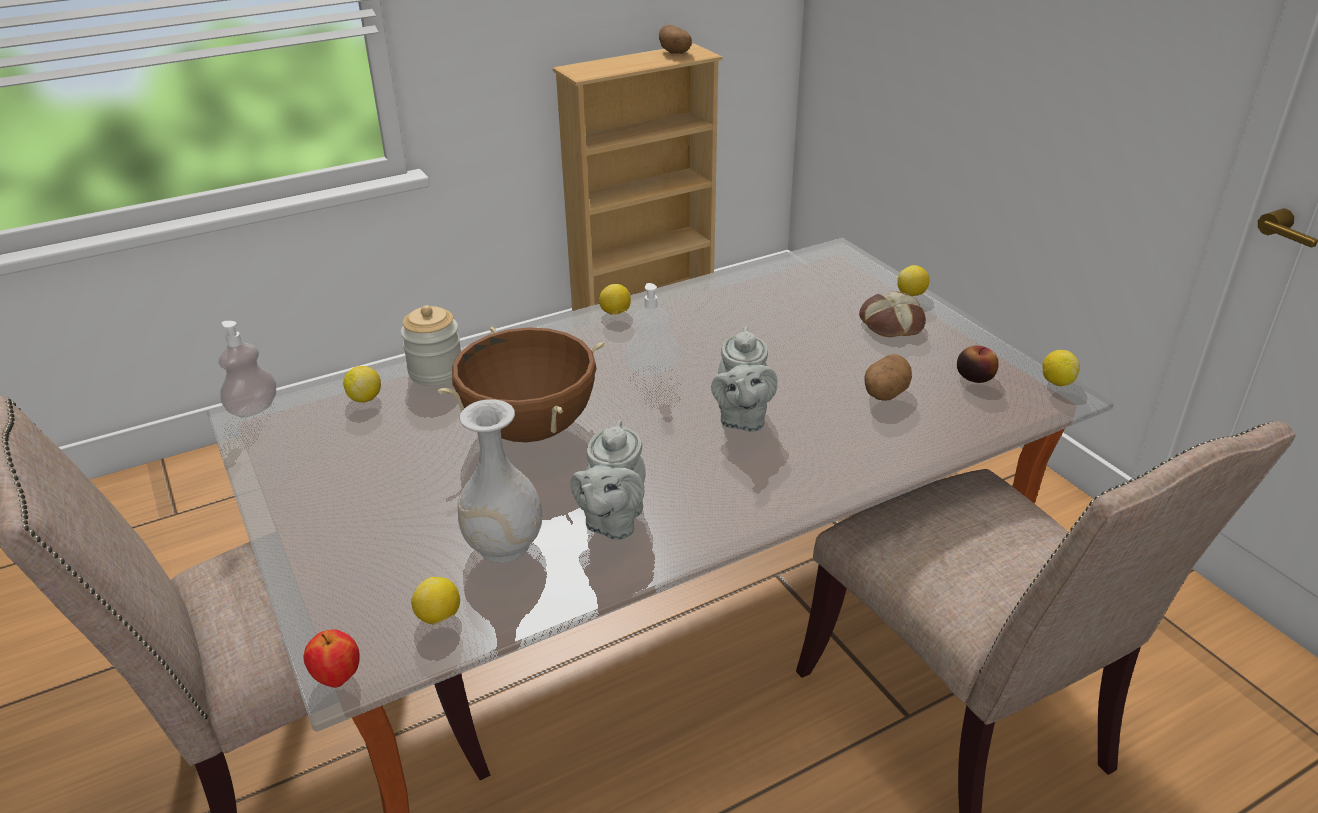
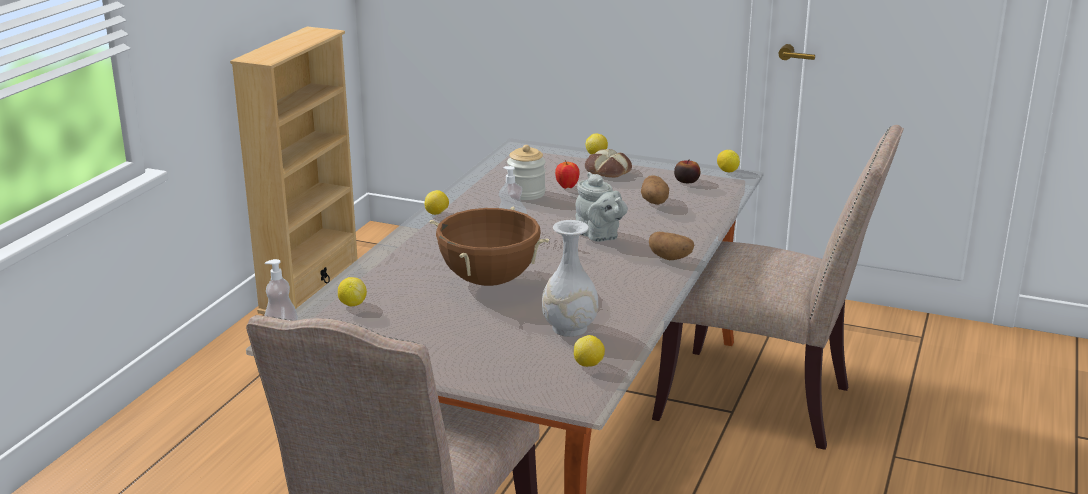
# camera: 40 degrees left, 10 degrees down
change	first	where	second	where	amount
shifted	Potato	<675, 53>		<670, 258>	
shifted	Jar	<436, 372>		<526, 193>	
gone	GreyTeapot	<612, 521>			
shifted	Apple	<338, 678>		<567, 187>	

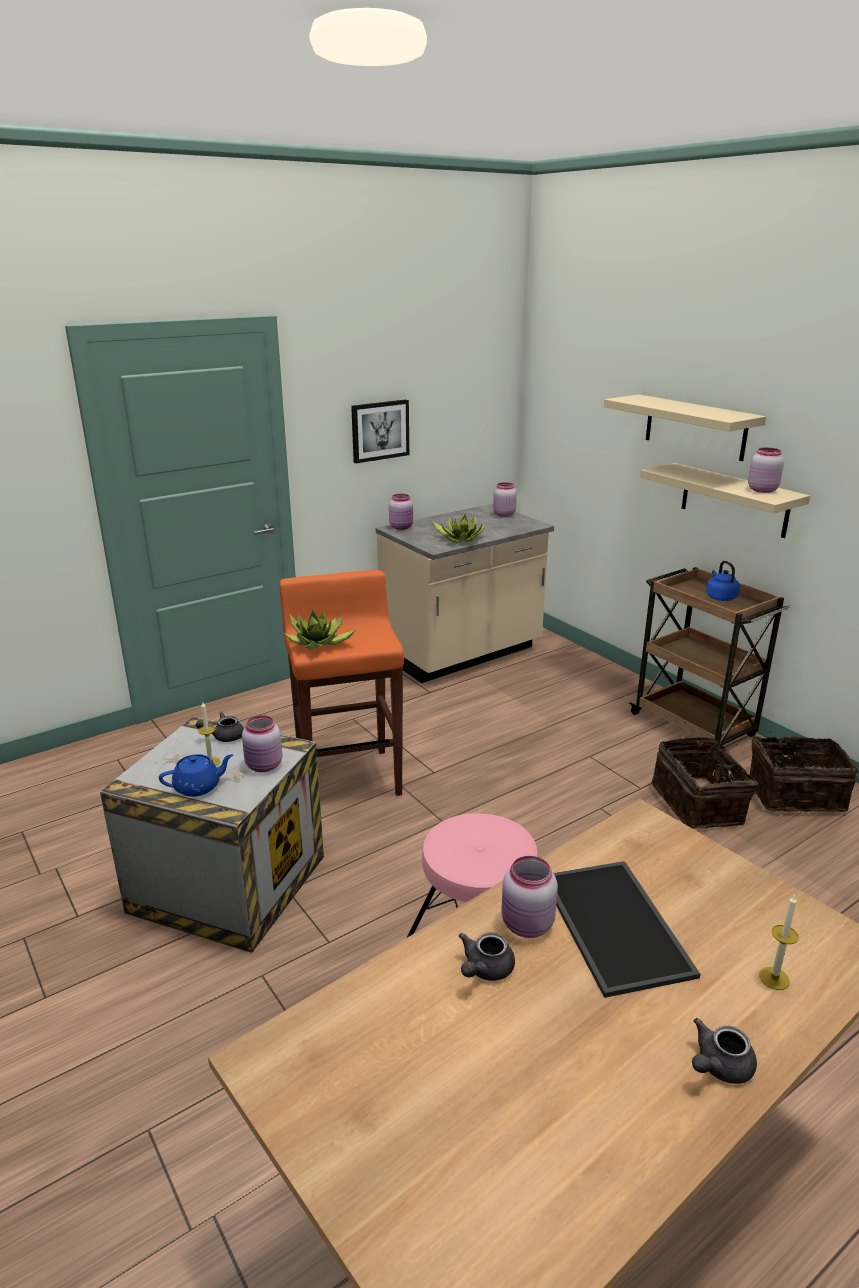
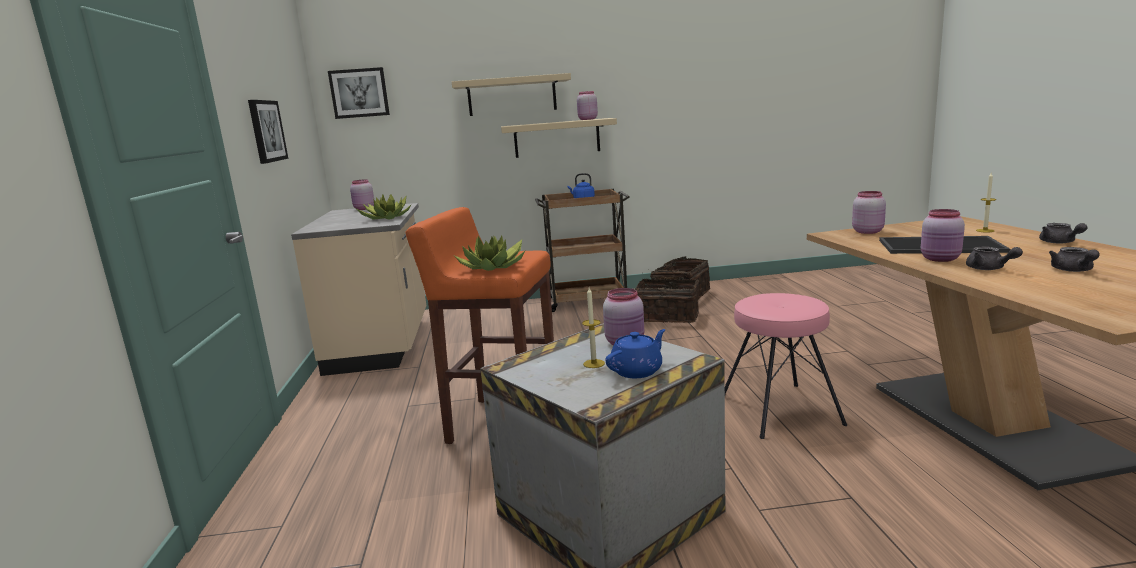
# camera: 60 degrees left, 10 degrees down
change	first	where	second	where	amount
shifted	PinkJar	<402, 527>		<867, 231>	
shifted	GreyTeapot	<223, 736>		<1073, 270>	
rotated	BlueTeapot	<198, 787>		<637, 371>	45 degrees clockwise
new			Picture	<359, 93>	

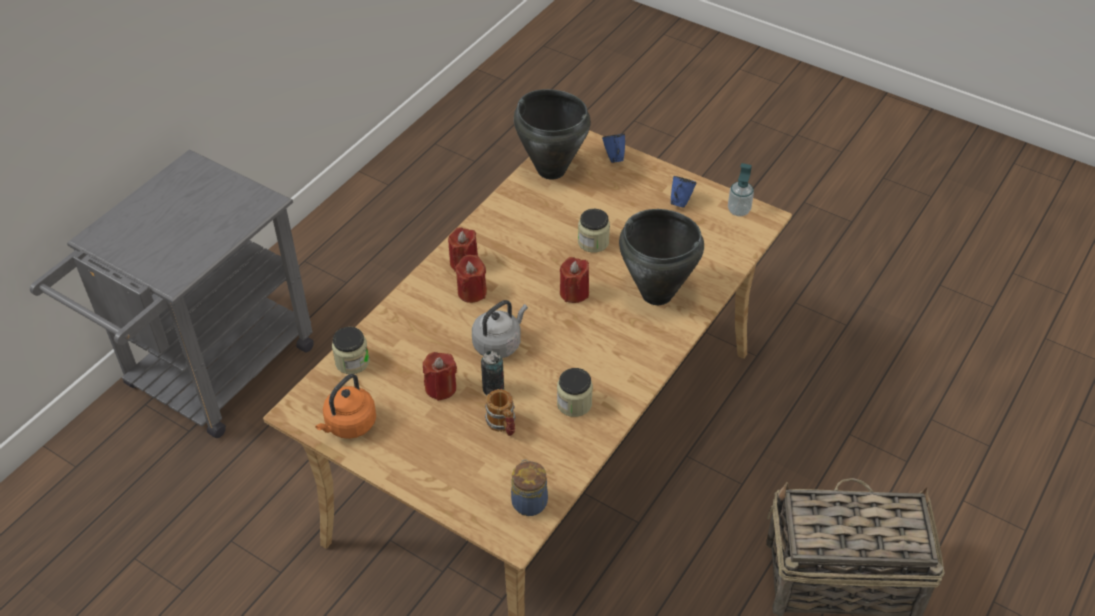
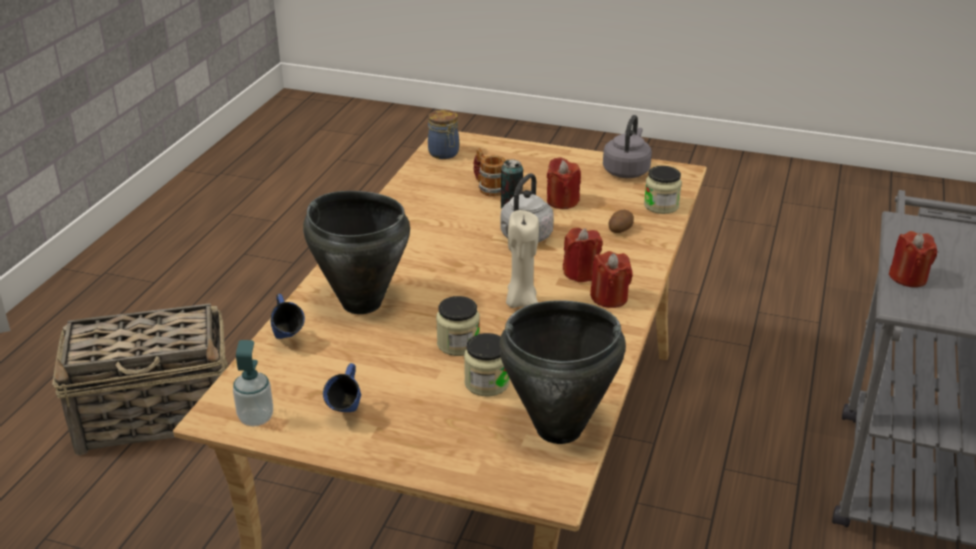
# camera: 165 degrees right, 15 degrees down
change	first	where	second	where	amount
shifted	BlueMug	<614, 158>		<287, 341>	
shifted	RedCandle	<574, 292>		<908, 278>	
shifted	Jar	<574, 403>		<487, 383>	
repainted	OrangeKettle	<349, 425>	GreyKettle	<627, 170>	
new			BeigeCandle	<521, 301>	
new			Potato	<620, 229>	

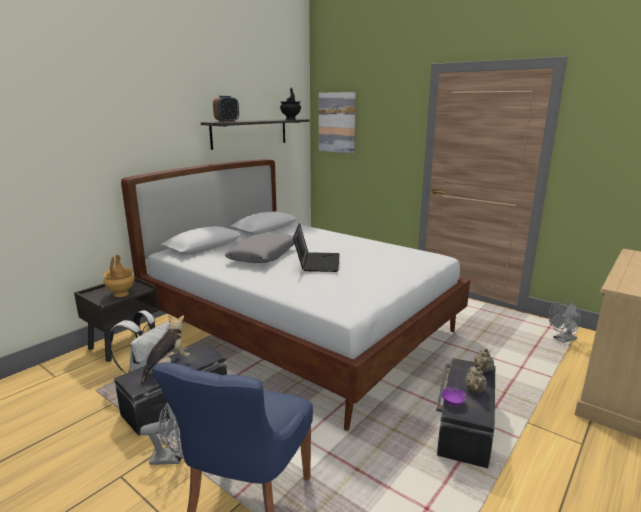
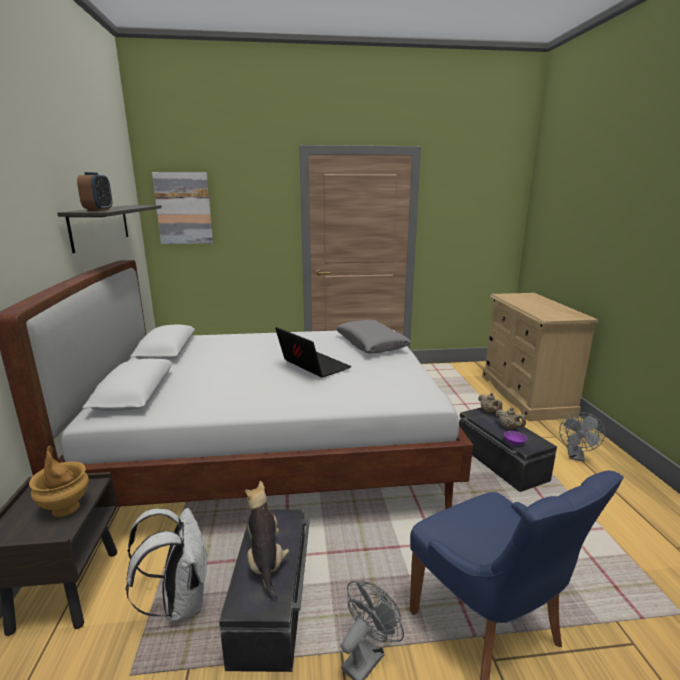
# camera: 45 degrees left, 0 degrees up
change	first	where	second	where	amount
gone	BlackVase	<290, 119>			
shifted	GreyPillow	<264, 256>		<371, 344>	
shifted	GreyFan	<562, 340>		<576, 457>	

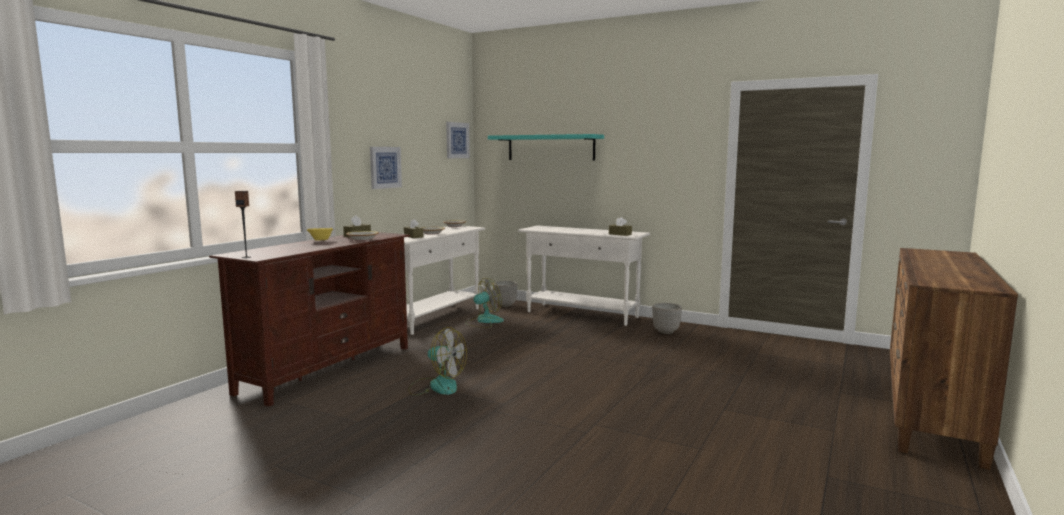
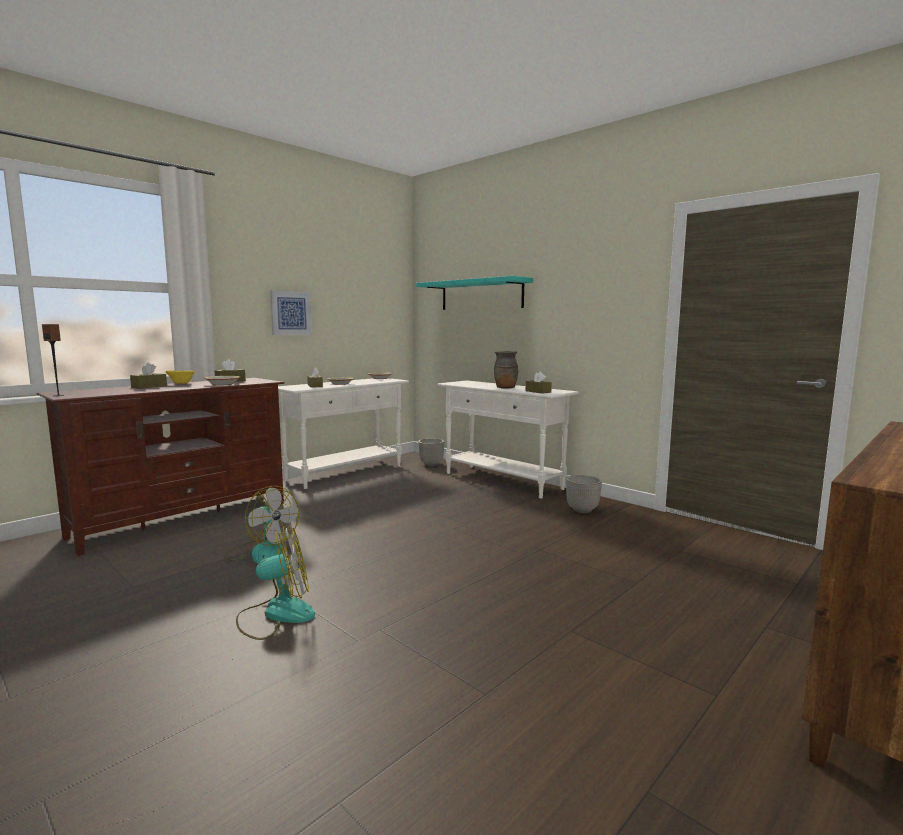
# camera: 15 degrees right, 0 degrees up
change	first	where	second	where	amount
gone	Picture	<457, 140>			
shifted	Fan	<484, 321>		<276, 614>	
new			BrownVase	<505, 388>	
new			BrownTissueBox	<149, 386>	

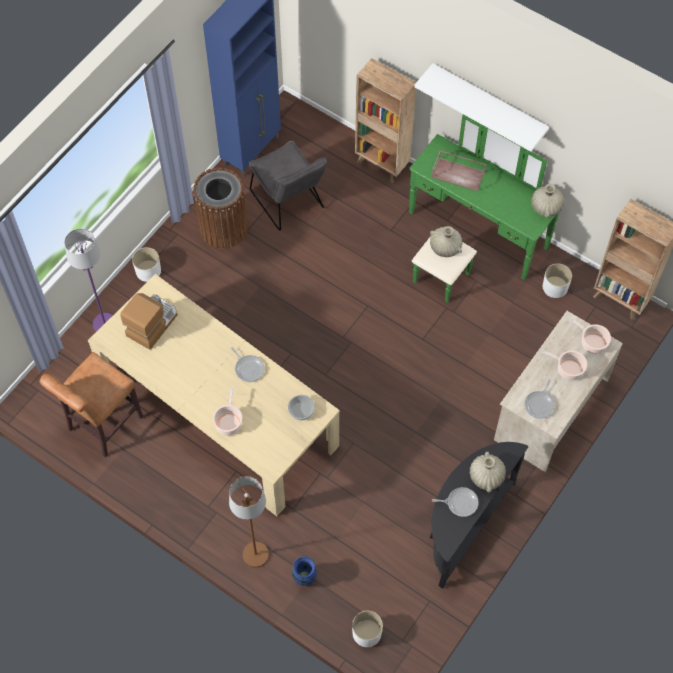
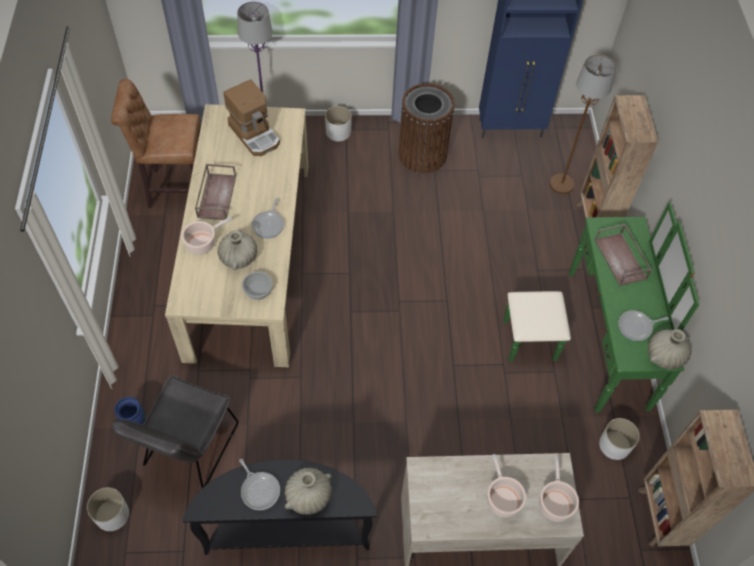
# camera: 50 degrees right, 5 degrees down
change	first	where	second	where	amount
gone	WhiteShelf	<489, 102>			
shifted	GreyChair	<289, 203>		<188, 450>	
shifted	BeigeVase	<445, 247>		<239, 258>	
rotated	CoffeeMachine	<151, 324>		<255, 134>	60 degrees clockwise
shifted	FryingPan	<539, 404>		<636, 327>	
shifted	BrownFloorLamp	<255, 555>		<561, 184>	
new			BrownTray	<216, 196>	

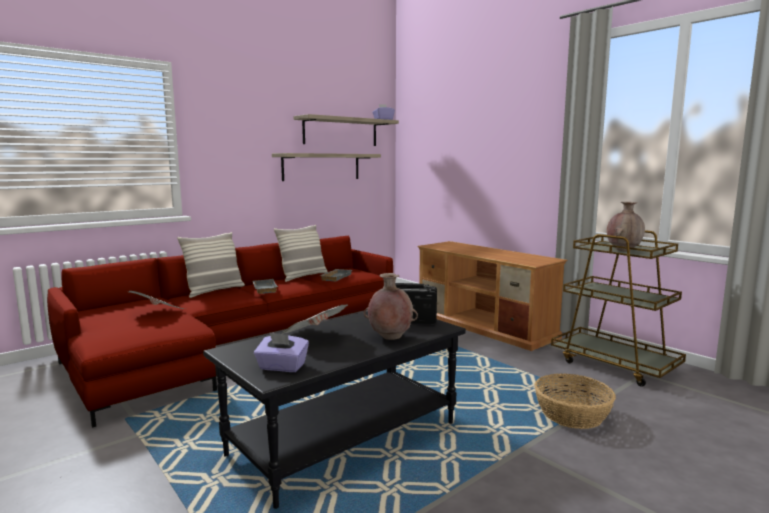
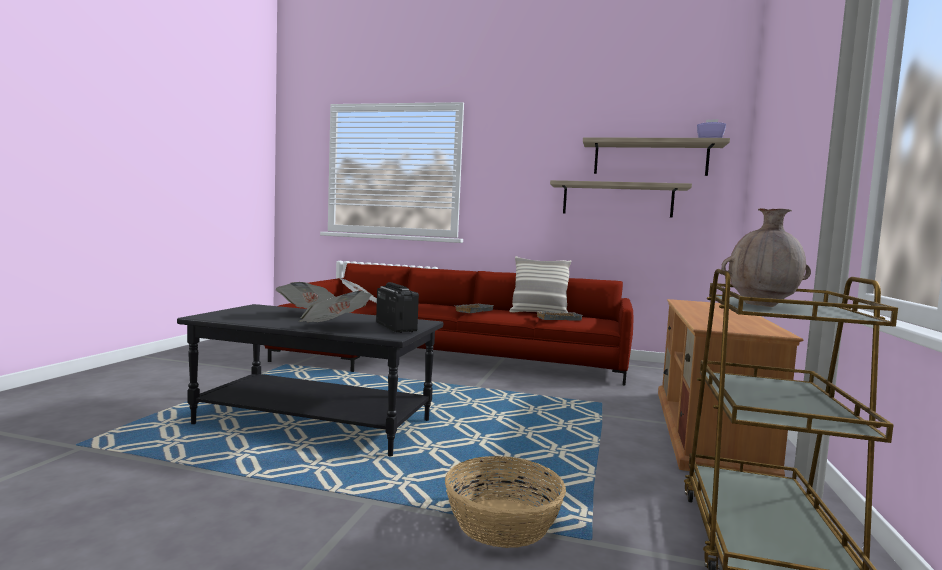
# camera: 55 degrees right, 5 degrees down
change	first	where	second	where	amount
gone	Pillow	<214, 291>			
swapped	BrownVase	<390, 337>	Newspaper	<334, 327>	
gone	PurpleTissueBox	<282, 367>			

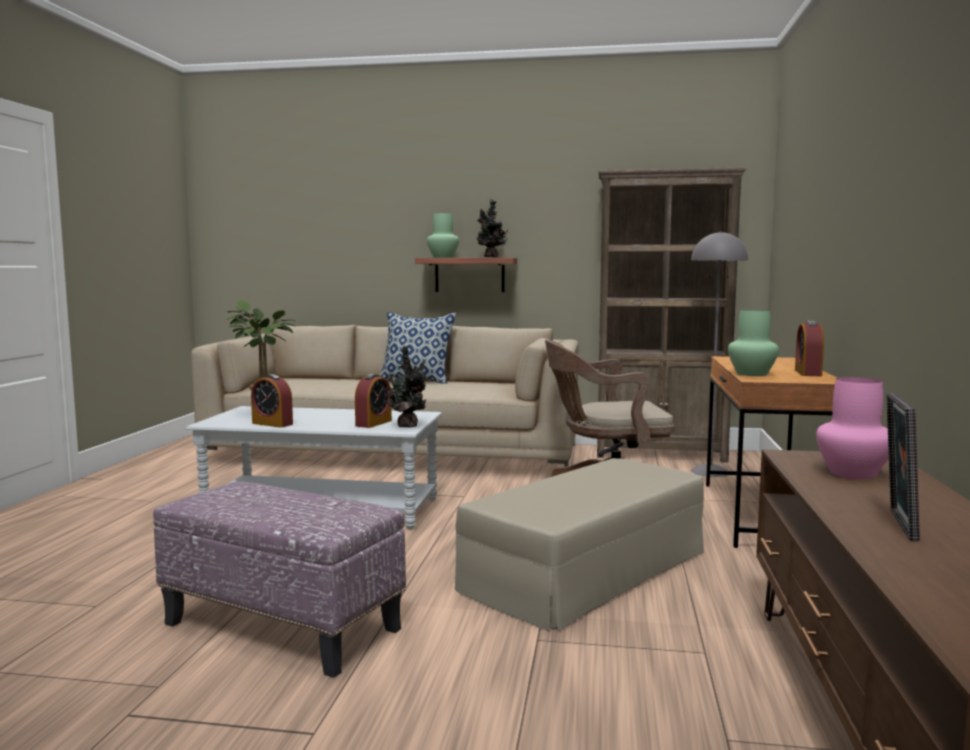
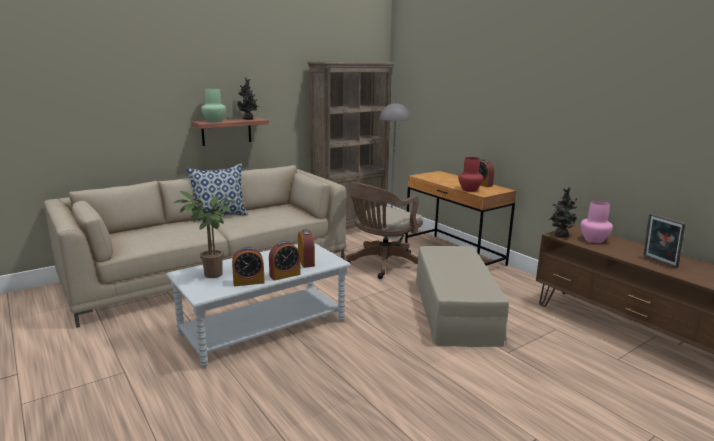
# camera: 45 degrees left, 10 degrees up
change	first	where	second	where	amount
repainted	GreenVase	<751, 374>	RedVase	<469, 190>	
shifted	PottedPlant	<408, 426>		<559, 235>	
gone	Ottoman	<280, 627>			
new			AlarmClock	<285, 275>	

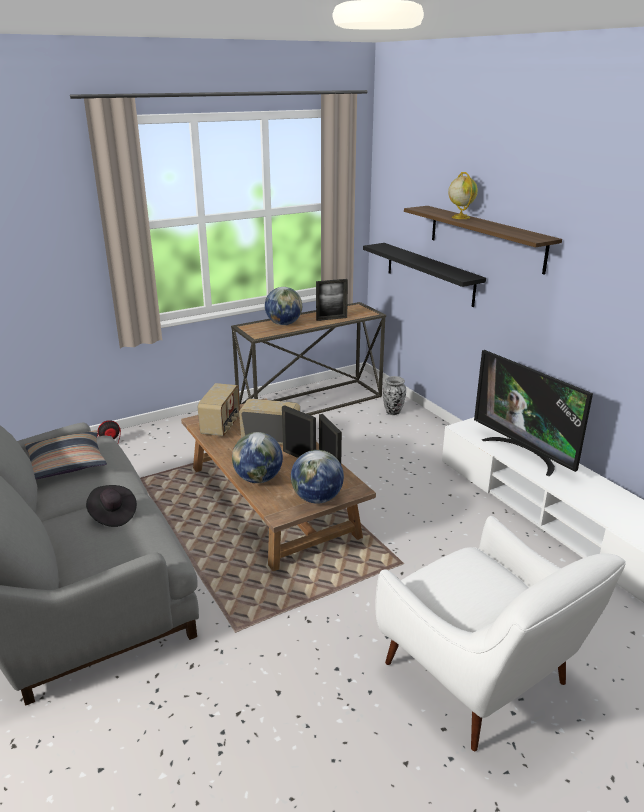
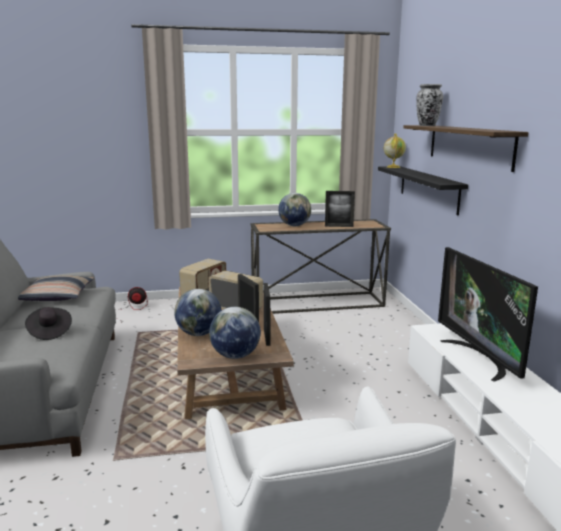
# camera: 20 degrees right, 10 degrees down
change	first	where	second	where	amount
shifted	Globe	<460, 217>		<393, 167>	
shifted	Vase	<393, 412>		<427, 125>	

